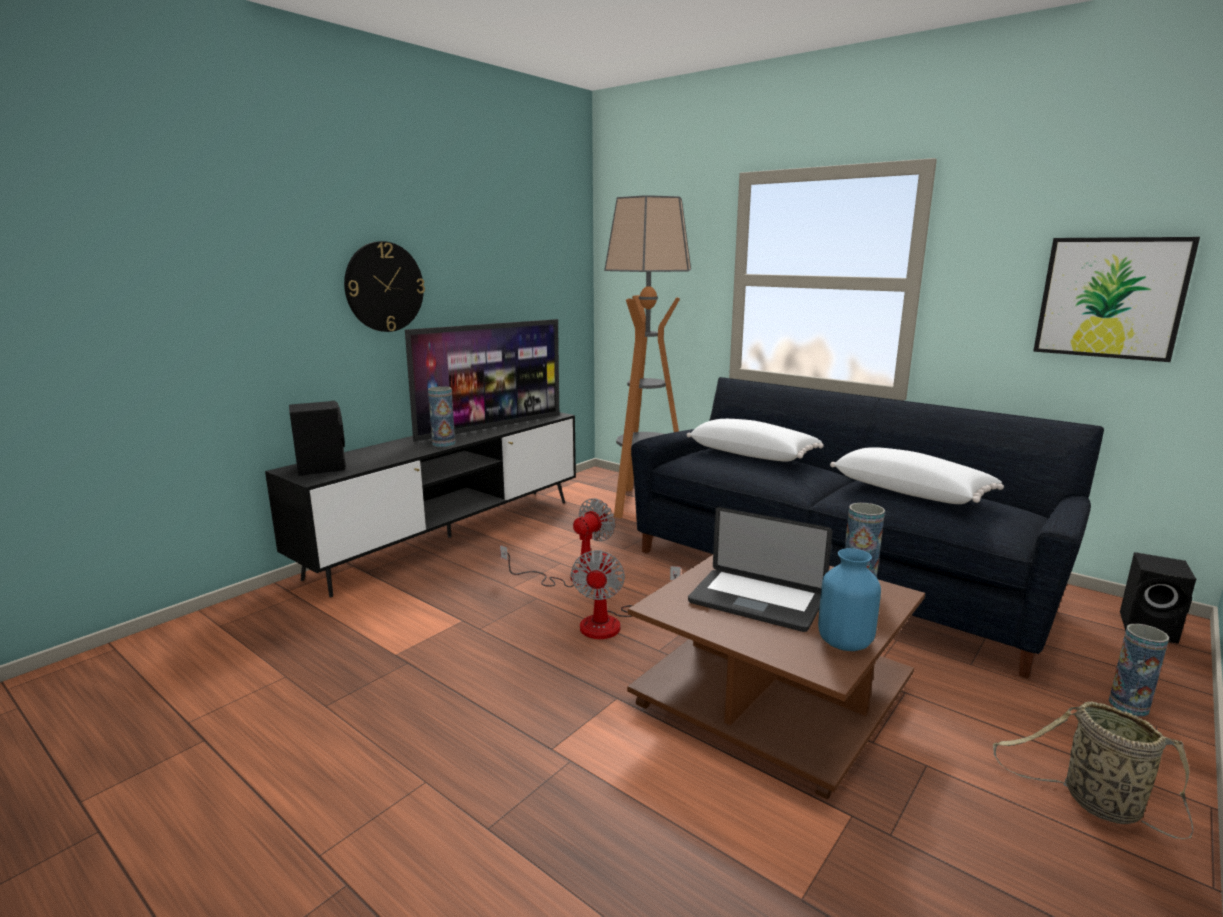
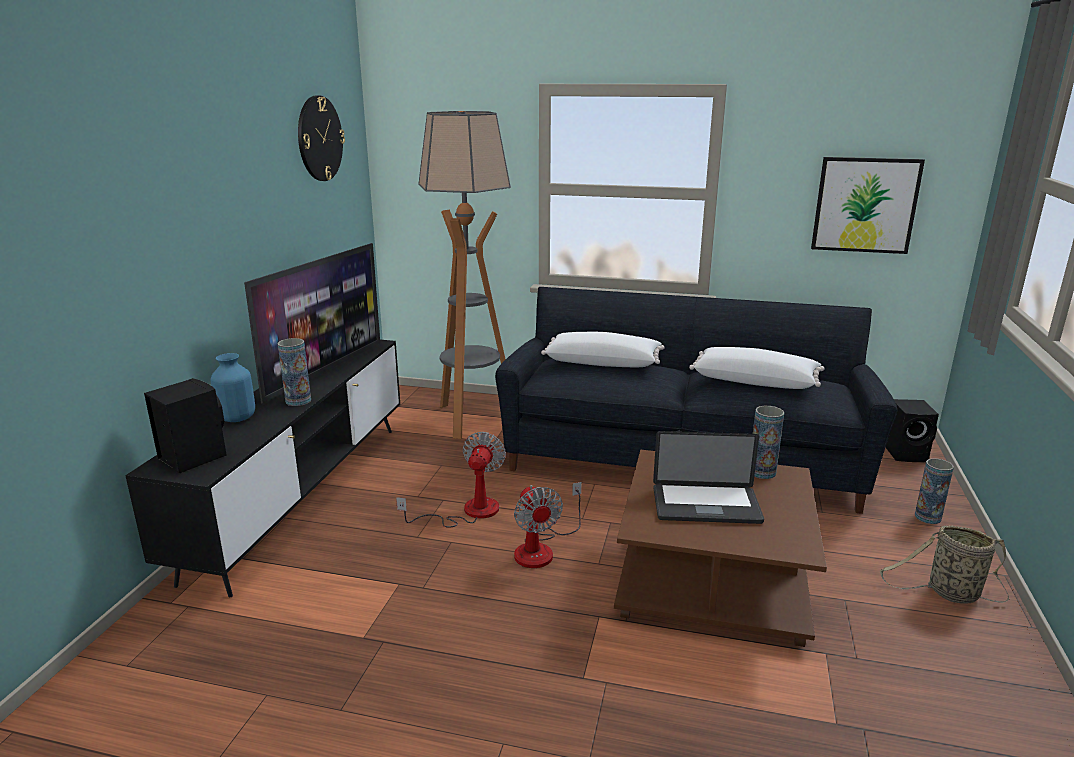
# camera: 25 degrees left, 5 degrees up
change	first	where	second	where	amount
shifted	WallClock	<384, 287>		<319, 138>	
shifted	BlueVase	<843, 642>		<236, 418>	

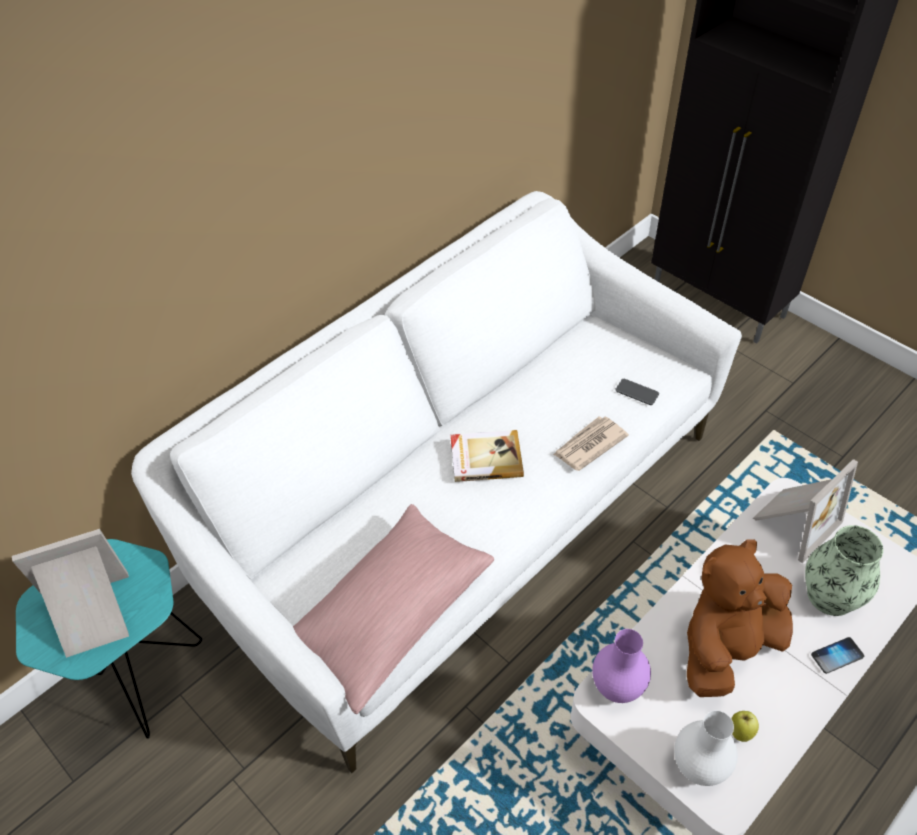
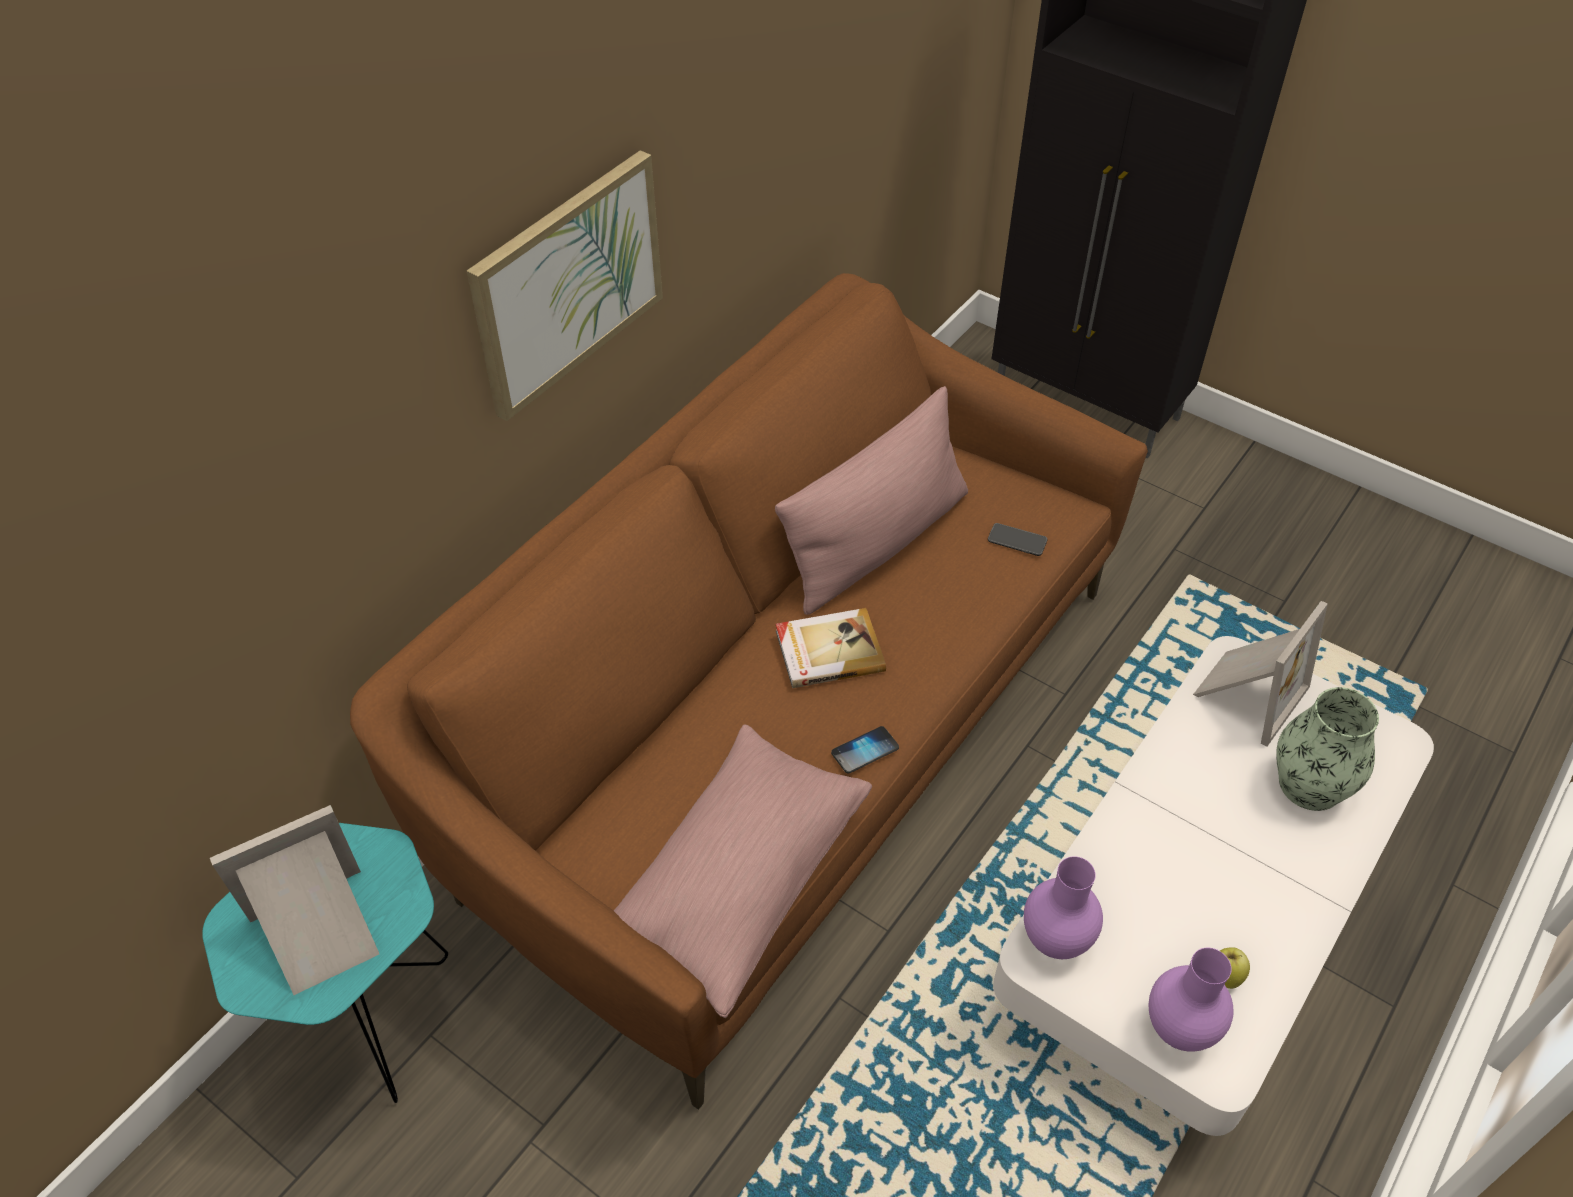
# camera: 10 degrees left, 0 degrees up
change	first	where	second	where	amount
repainted	WhiteSofa	<462, 516>	BrownSofa	<787, 737>	
gone	Newspaper	<589, 445>			
gone	BrownPlushToy	<727, 647>			
shifted	Phone	<837, 656>		<865, 751>	
repainted	WhiteVase	<697, 767>	PurpleVase	<1178, 1030>	
new			Picture	<568, 283>	
new			PinkPillow	<877, 543>	

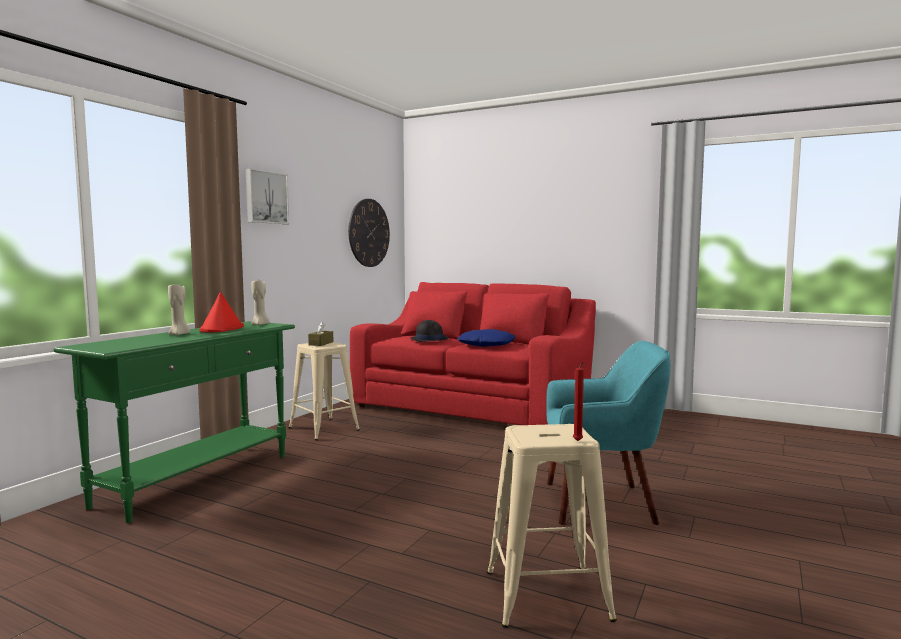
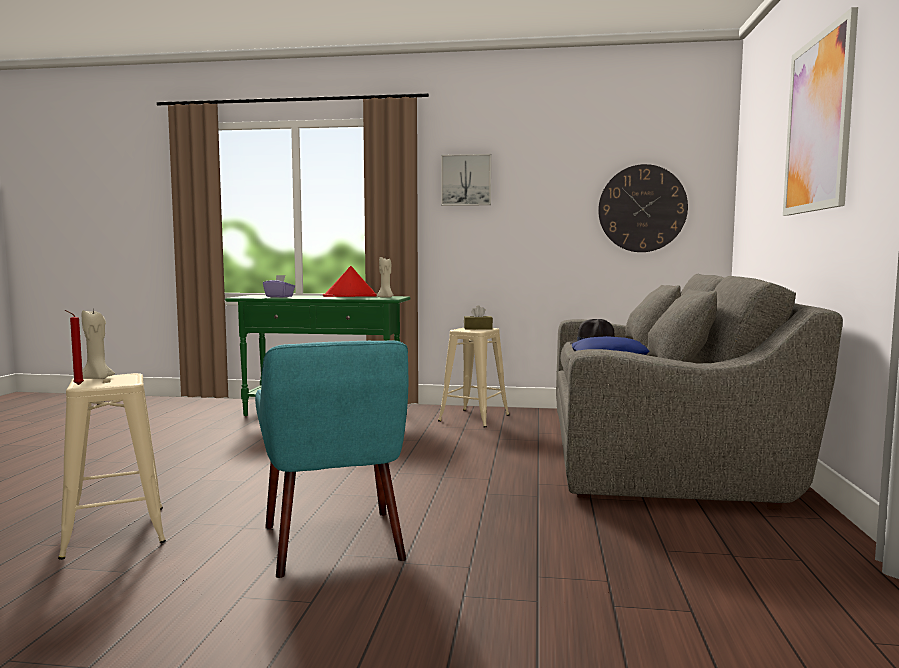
# camera: 70 degrees right, 0 degrees up
change	first	where	second	where	amount
repainted	RedSofa	<473, 404>	GreySofa	<660, 452>	
shifted	BeigeCandle	<179, 334>		<97, 378>	
new			Picture	<818, 123>	
new			PurpleTissueBox	<279, 296>	

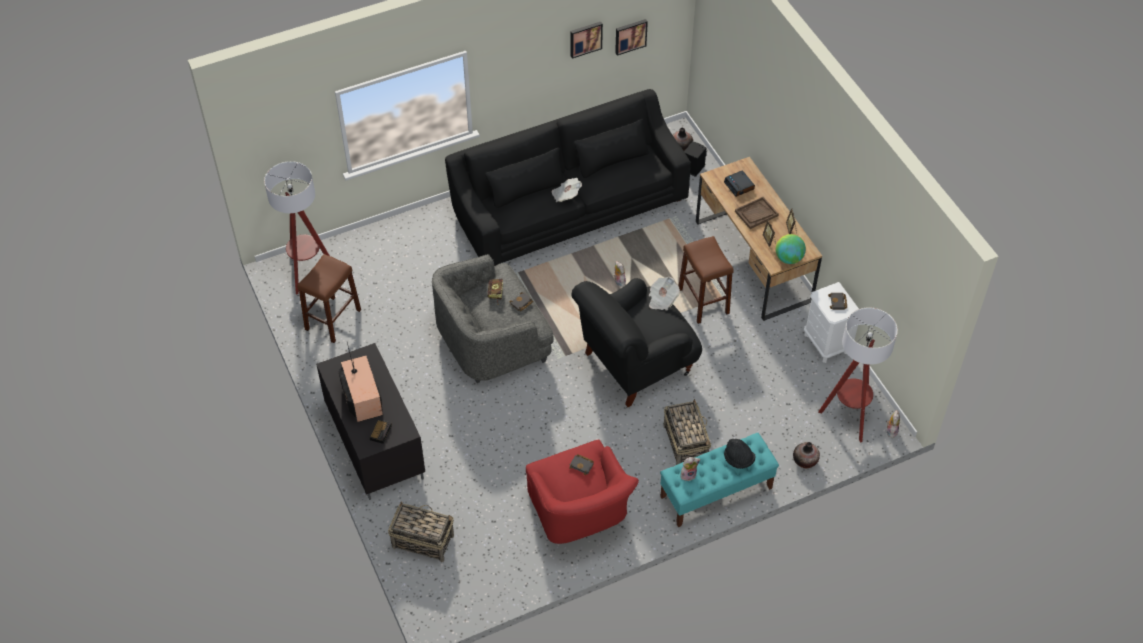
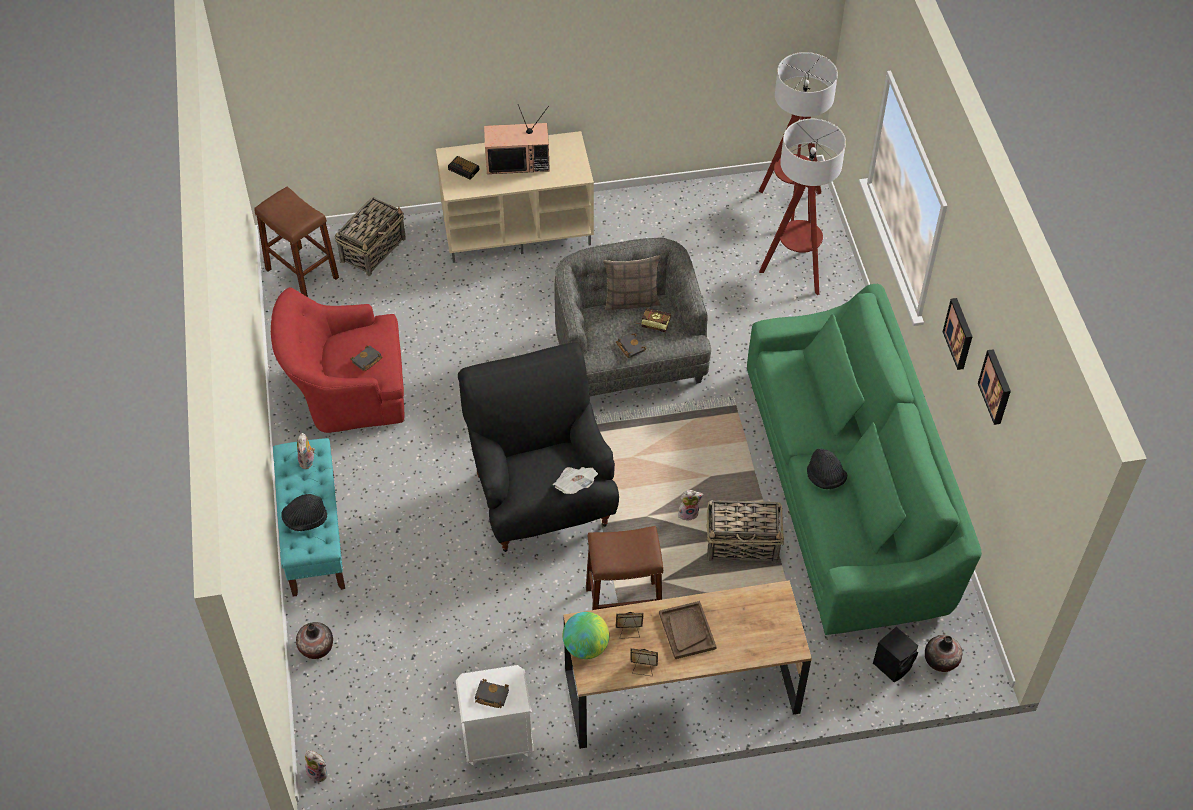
# camera: 105 degrees right, 0 degrees up
change	first	where	second	where	amount
shifted	Picture	<630, 36>		<960, 333>	
repainted	BlackSofa	<569, 204>	GreenSofa	<848, 488>	
gone	AlarmClock	<739, 186>			
gone	Newspaper	<566, 195>			
shifted	BrownStool	<333, 319>		<302, 273>	
shifted	FloorLamp	<848, 417>		<796, 271>	
repainted	BlackTvStand	<374, 443>	BeigeTvStand	<518, 228>	
shifted	Basket	<685, 443>		<743, 544>	
new			Pillow	<631, 301>	
new			BlackHat	<825, 478>	

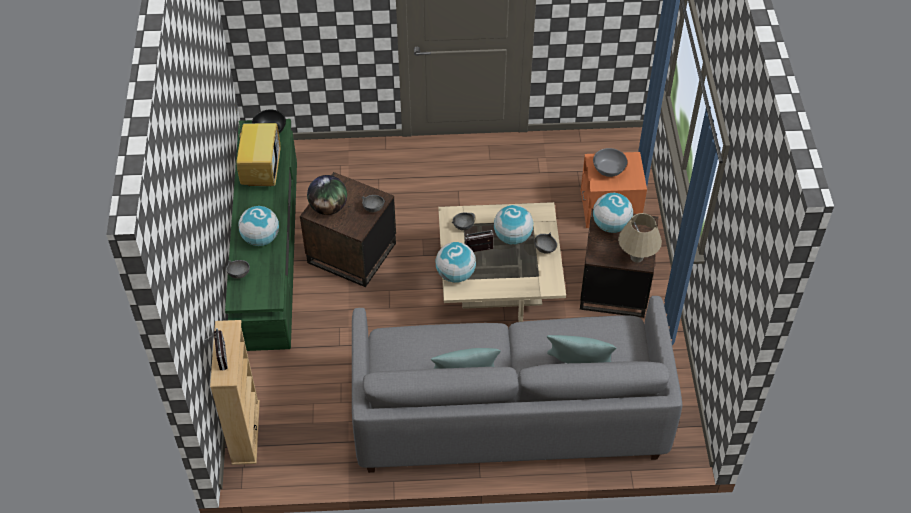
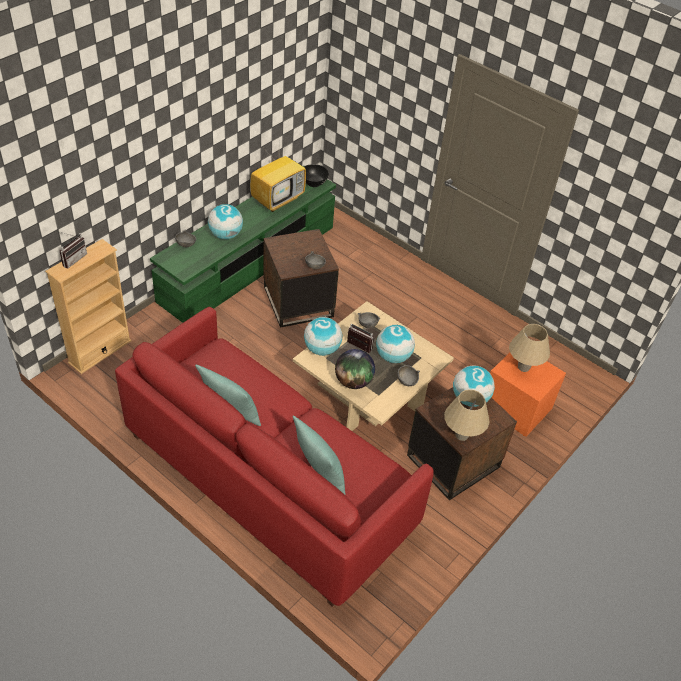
# camera: 40 degrees right, 5 degrees down
change	first	where	second	where	amount
swapped	GreyBowl	<609, 170>	BeigeTableLamp	<523, 367>	
shifted	Globe	<328, 207>		<353, 382>	
repainted	GreySofa	<508, 413>	RedSofa	<268, 479>	

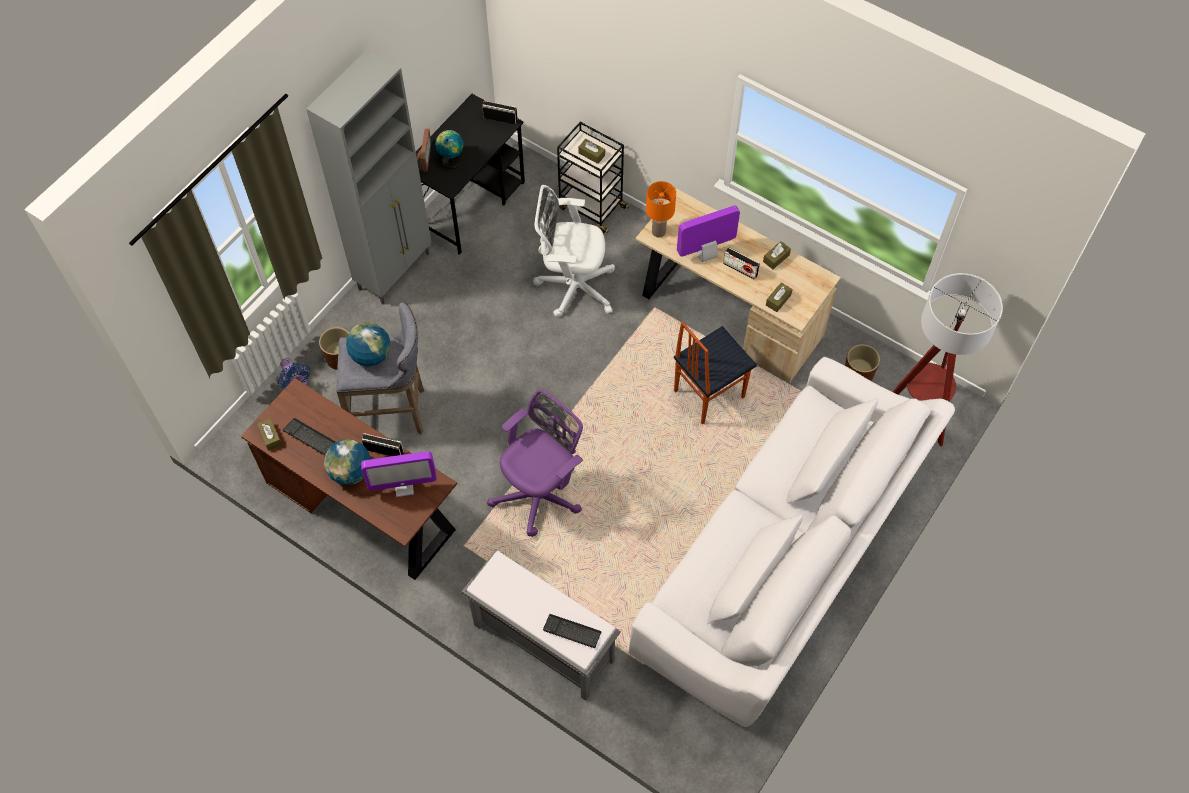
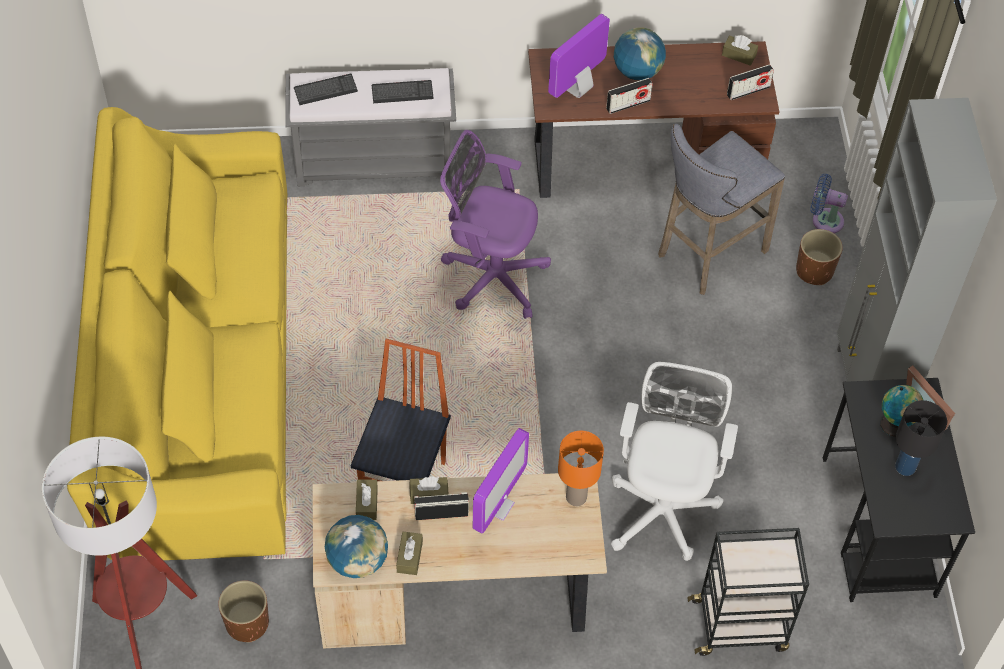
# camera: 140 degrees right, 5 degrees down
change	first	where	second	where	amount
shifted	Radio	<500, 119>		<748, 91>	
shifted	BrownTissueBox	<591, 154>		<429, 494>	
rotated	WhiteOfficeChair	<572, 286>		<663, 506>	45 degrees counterclockwise
shifted	Globe	<371, 355>		<358, 561>	
repainted	WhiteSofa	<784, 557>	YellowSofa	<198, 369>	
rotated	PurpleOfficeChair	<541, 493>		<490, 275>	105 degrees clockwise
shifted	Keyboard	<309, 437>		<402, 93>	
new			BlackTableLamp	<905, 467>	

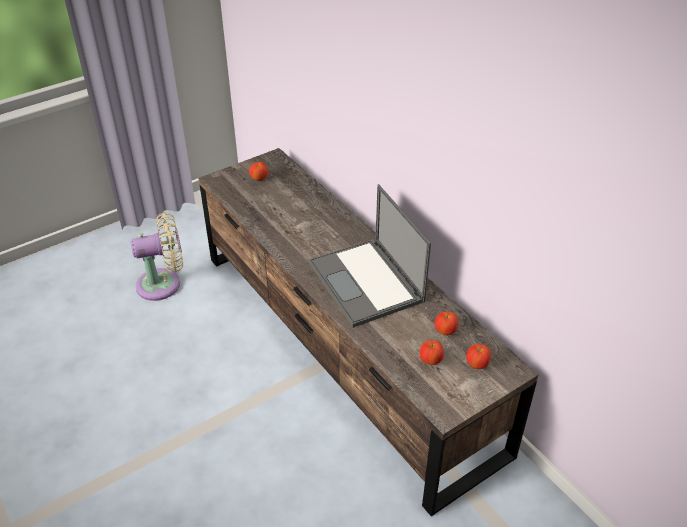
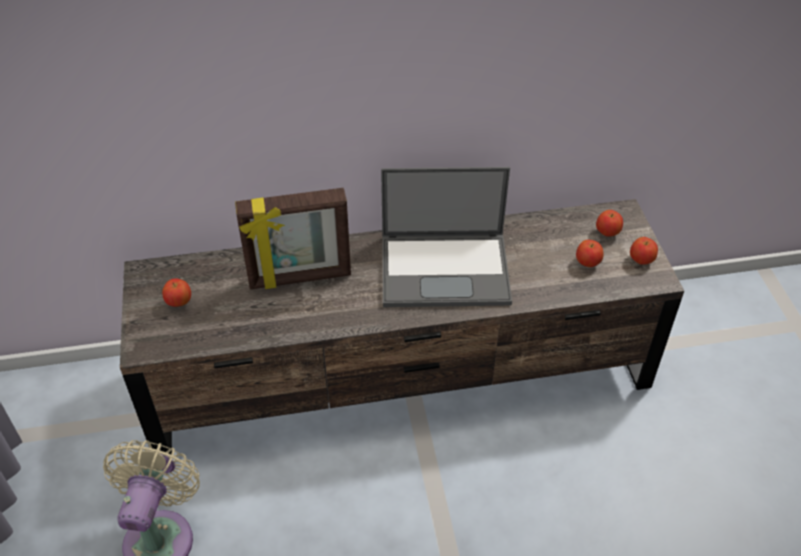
# camera: 65 degrees left, 5 degrees up
change	first	where	second	where	amount
shifted	Apple	<445, 331>		<641, 260>	
new			PictureFrame	<300, 278>	

